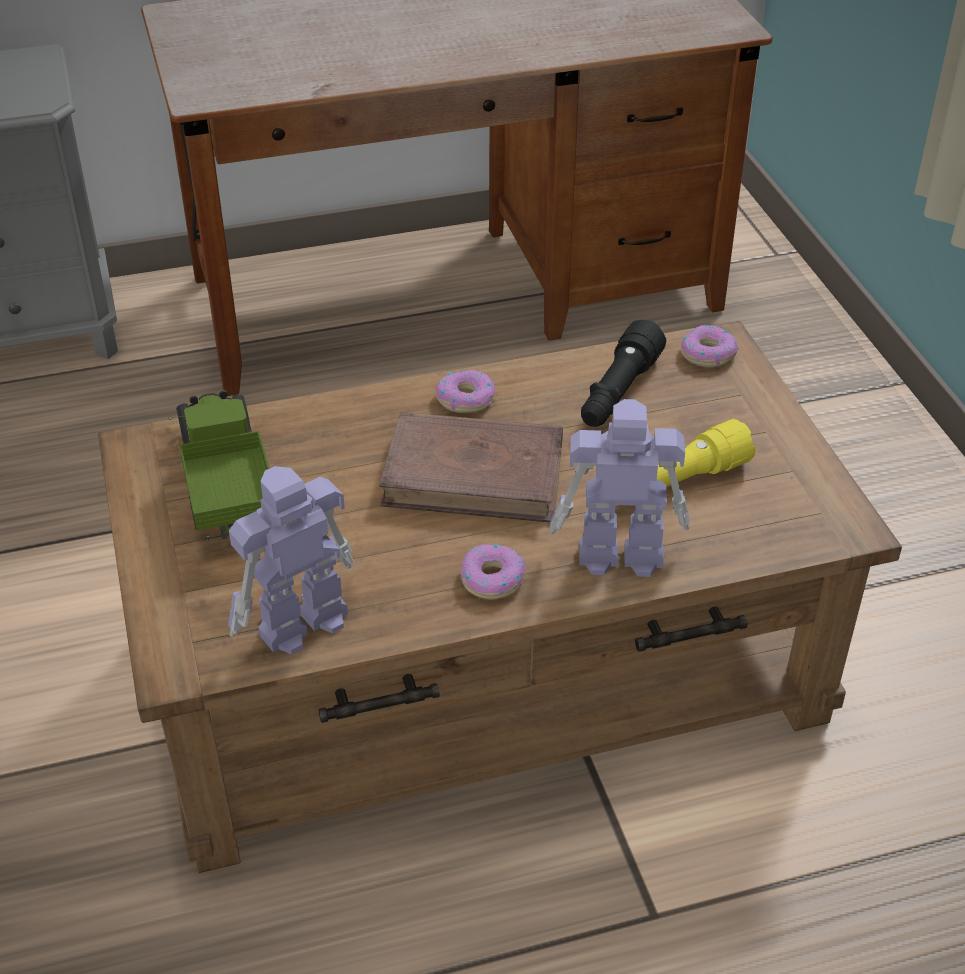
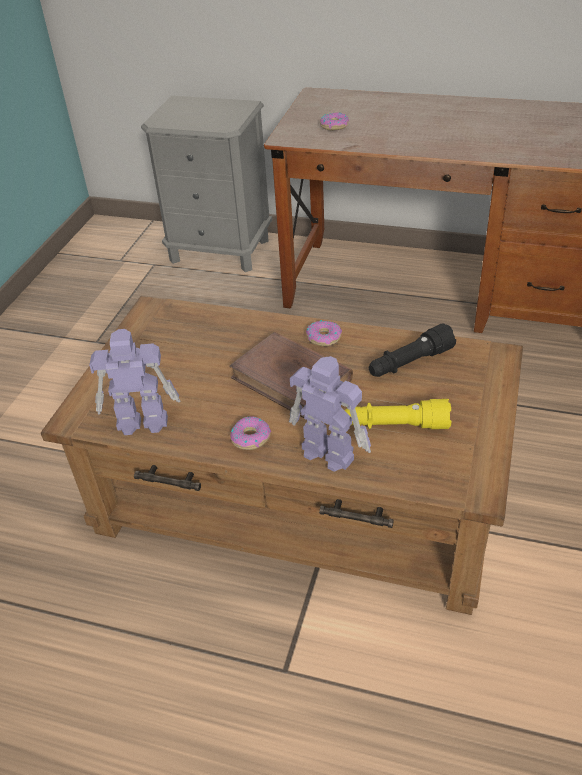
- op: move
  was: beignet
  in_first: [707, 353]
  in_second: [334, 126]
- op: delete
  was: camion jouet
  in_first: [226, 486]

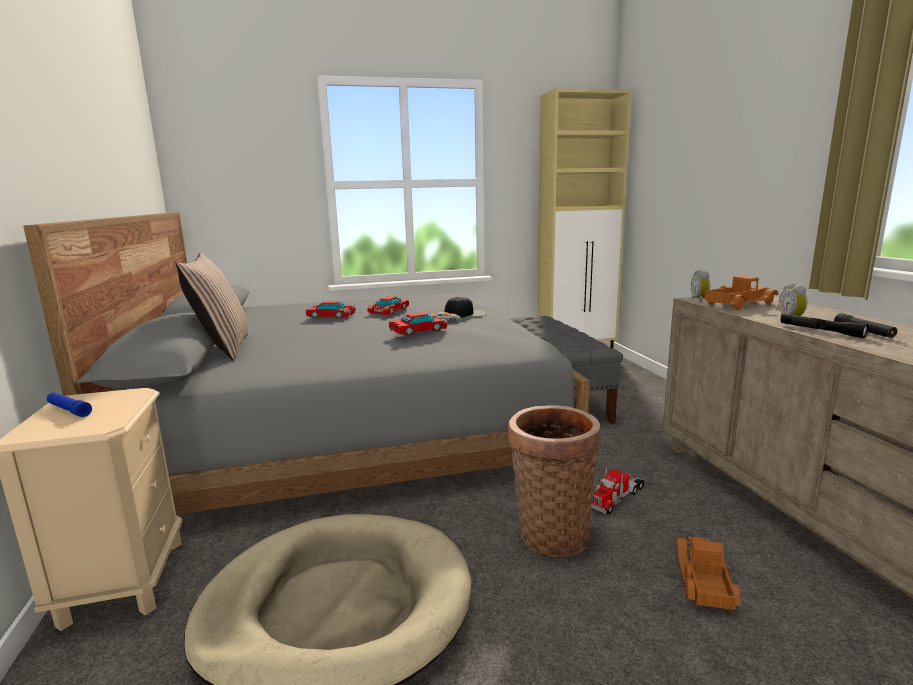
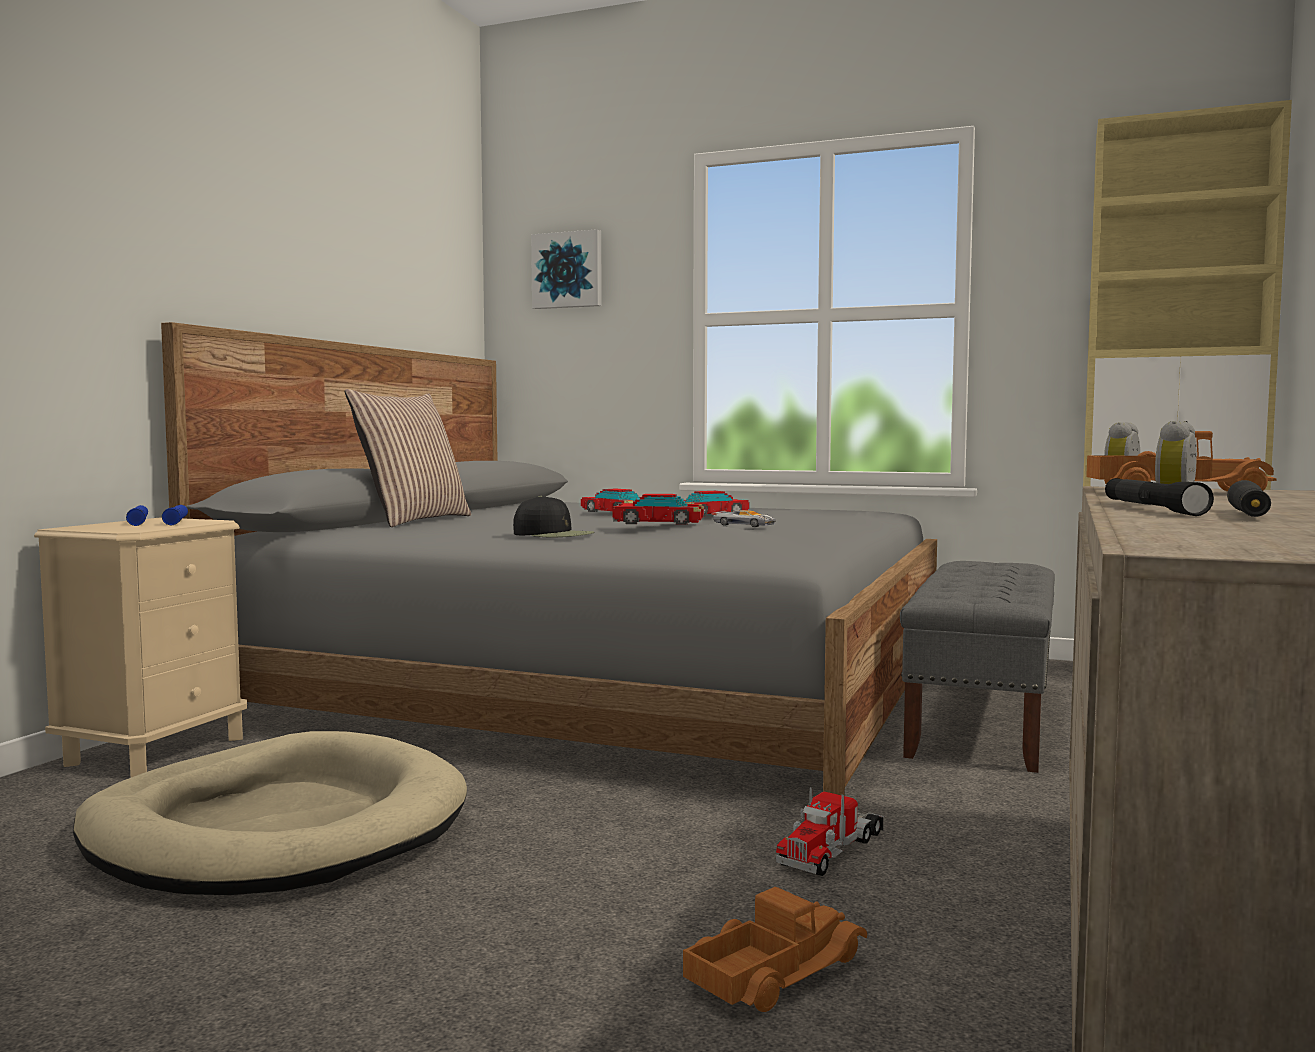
- op: move
  was: casquette (noir)
  in_first: [465, 314]
  in_second: [554, 534]
- op: delete
  was: panier
  in_first: [550, 532]
- op: rotate
  was: camion jouet
  in_first: [616, 497]
  in_second: [832, 849]
  clockwise: -45
- op: insert
  now: tableau
  in_second: [568, 270]
- op: insert
  now: lampe de poche (bleu)
  in_second: [176, 522]

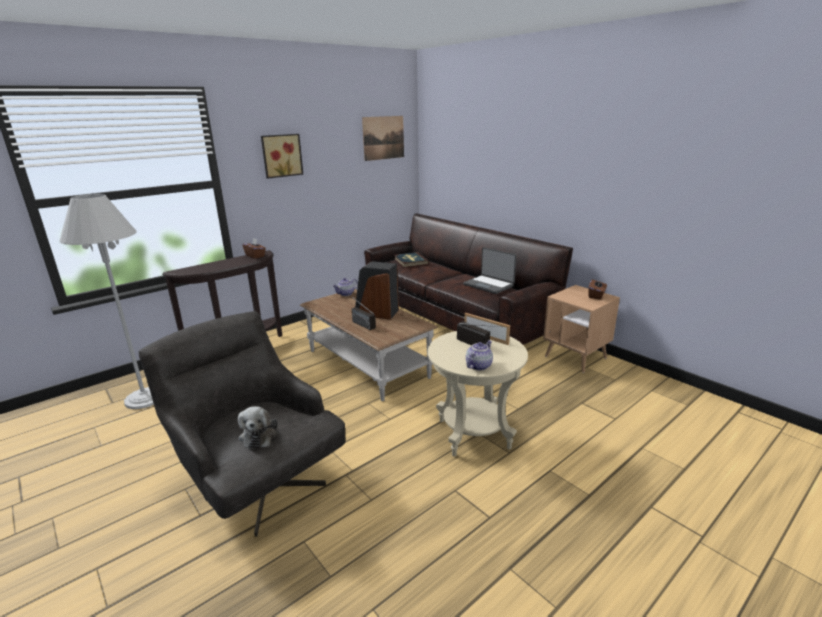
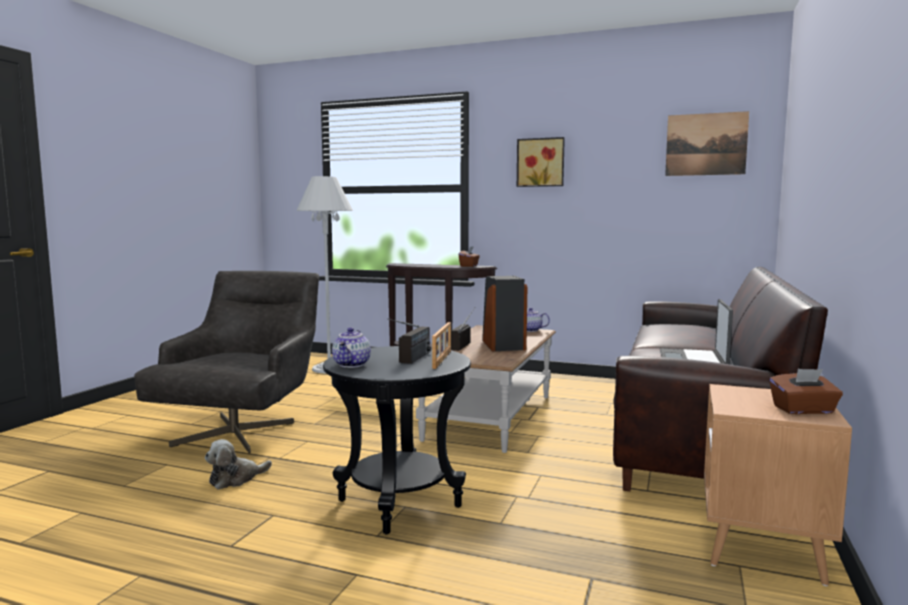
- op: delete
  was: livre
  in_first: [410, 261]
- op: recolor
  was: table d'appoint (beige)
  now: table d'appoint (noir)
  in_first: [473, 434]
  in_second: [399, 504]
- op: rotate
  was: théière
  in_first: [478, 365]
  in_second: [352, 364]
  clockwise: 90
- op: move
  was: peluche
  in_first: [259, 435]
  in_second: [235, 479]

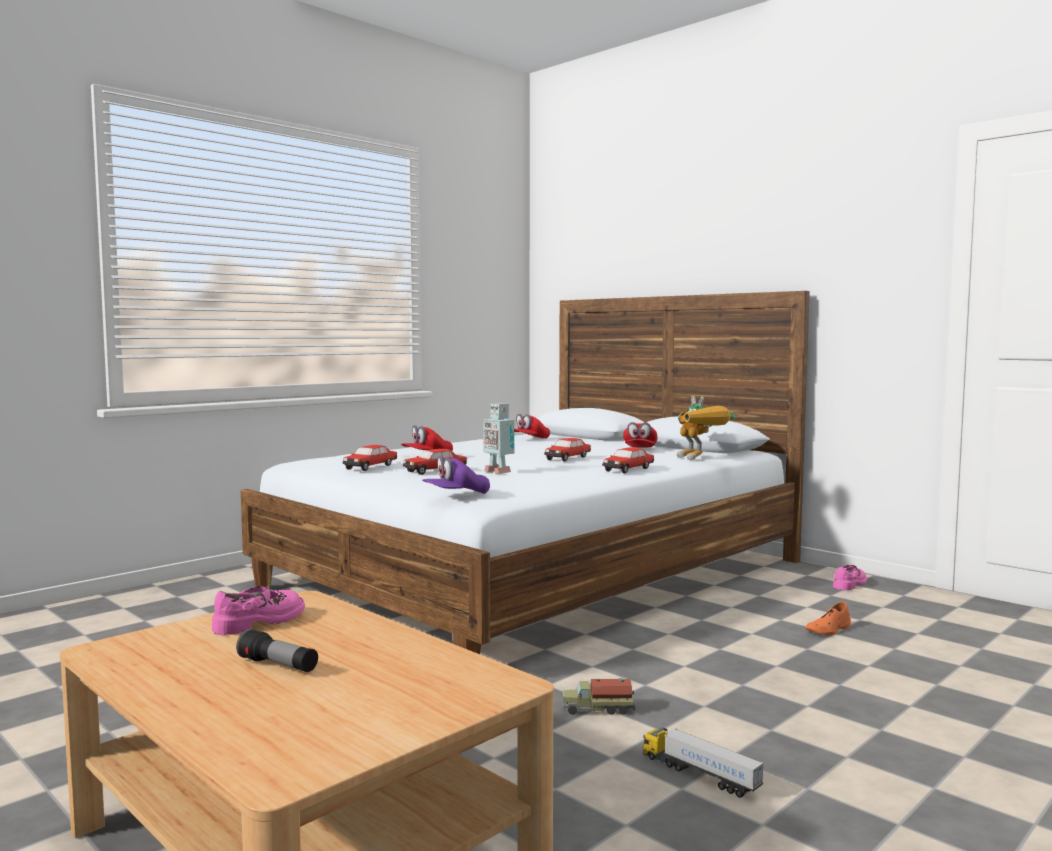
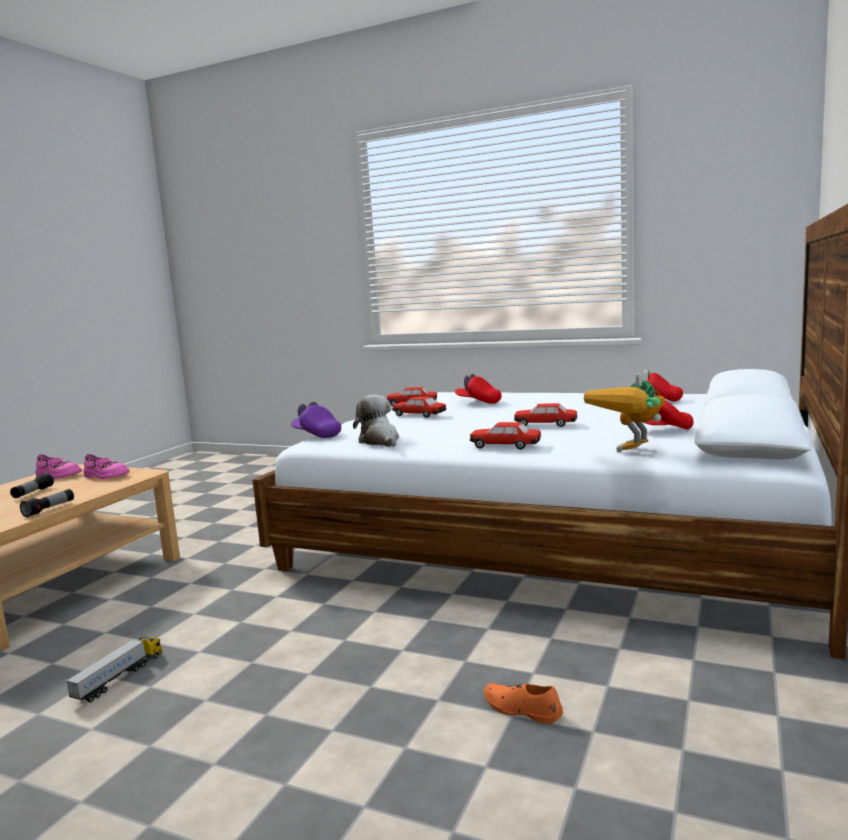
- op: delete
  was: robot jouet
  in_first: [498, 472]
- op: move
  was: chaussure (rose)
  in_first: [850, 584]
  in_second: [58, 476]
- op: delete
  was: camion jouet
  in_first: [597, 709]
- op: insert
  now: peluche
  in_second: [380, 441]
- op: insert
  now: lampe de poche
  in_second: [49, 509]

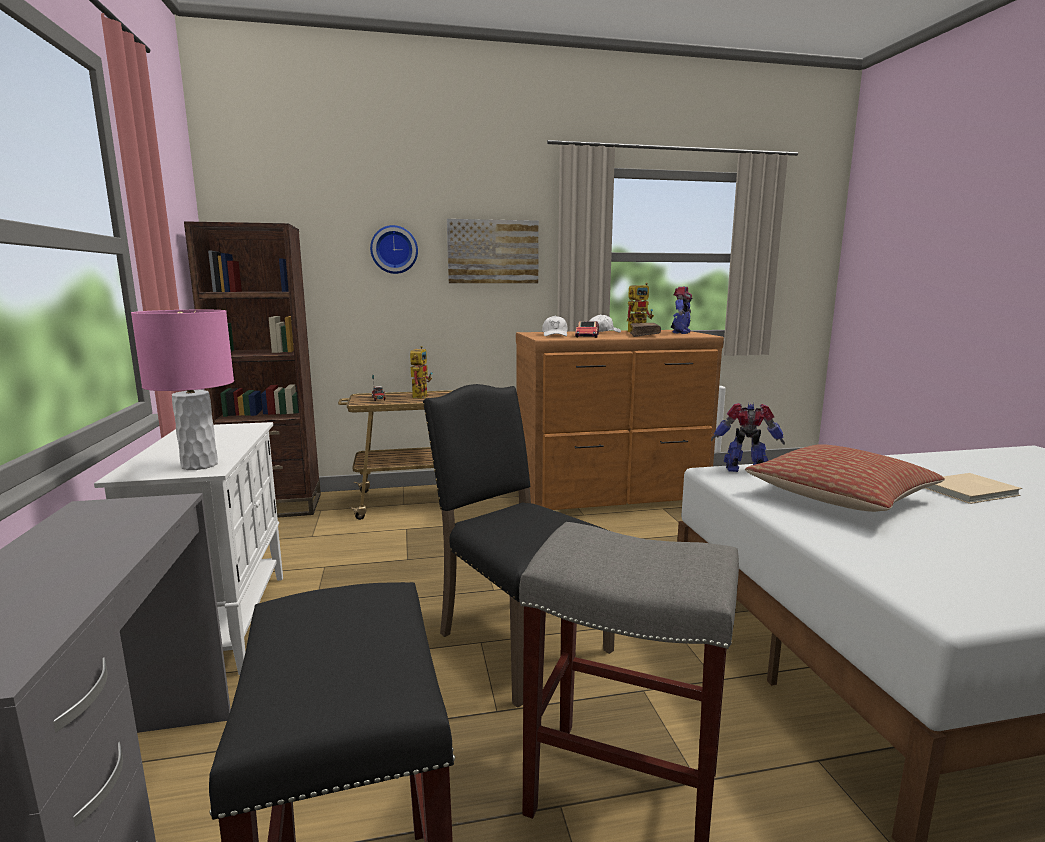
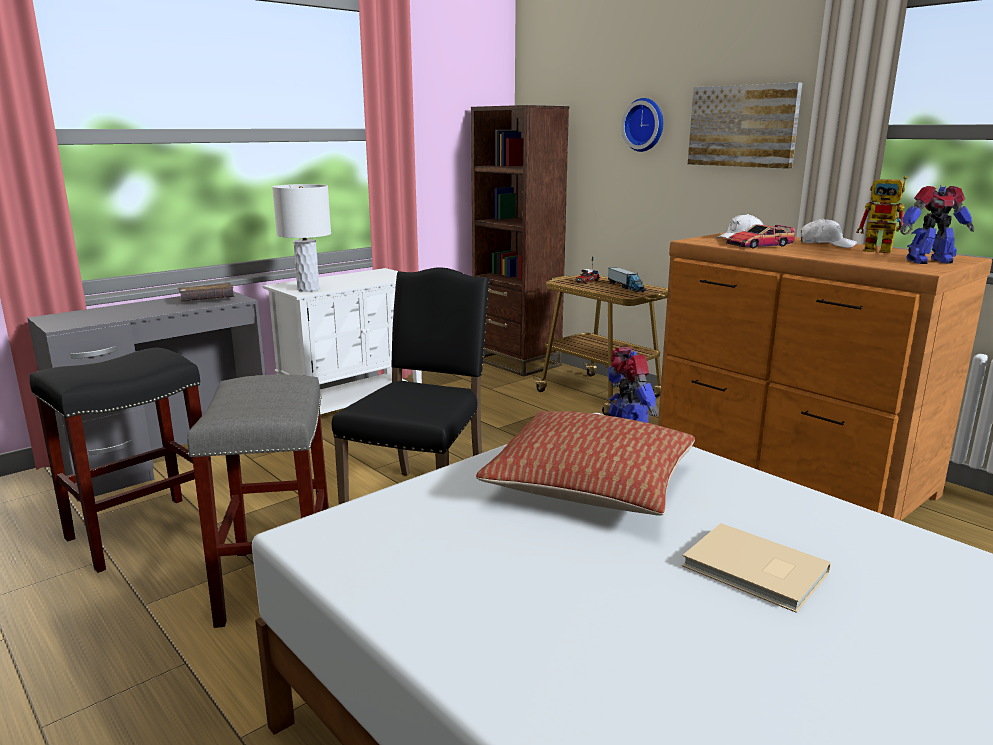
- op: recolor
  was: lampe de table (rose)
  now: lampe de table (blanc)
  in_first: [199, 465]
  in_second: [308, 289]
- op: move
  was: livre (marron)
  in_first: [644, 335]
  in_second: [207, 300]
- op: replace
  was: robot jouet
  now: camion jouet
  in_first: [420, 395]
  in_second: [626, 287]

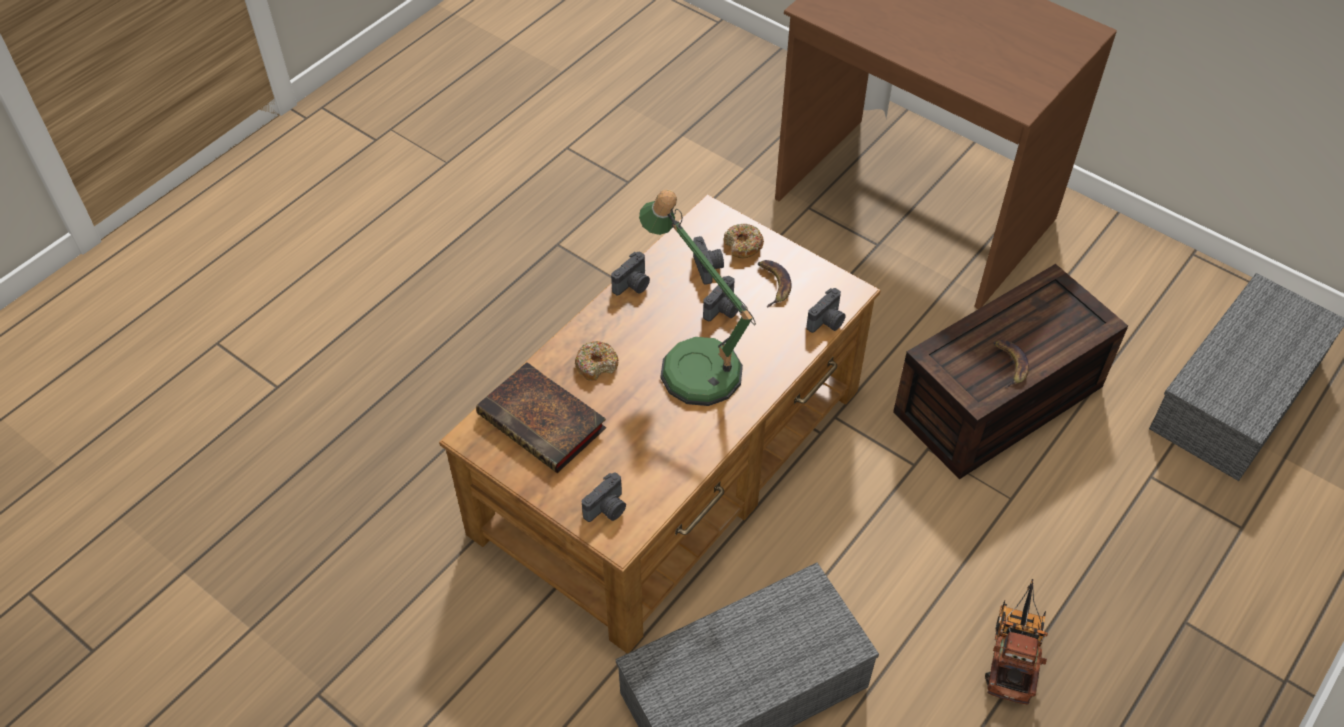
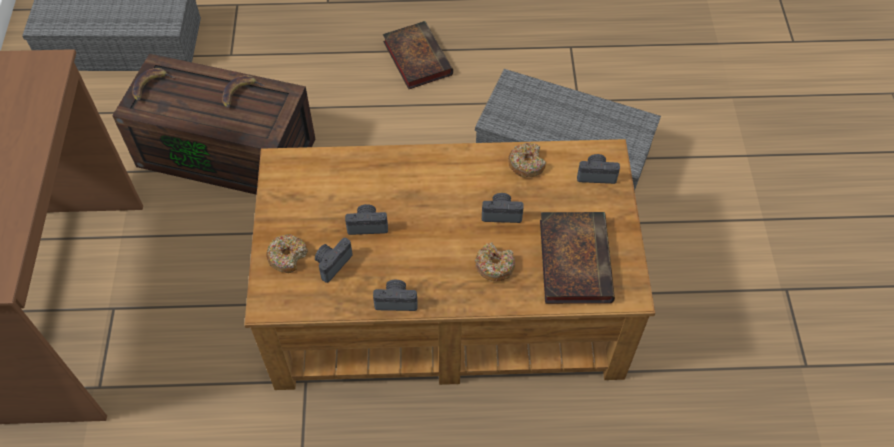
- op: delete
  was: lampe de table
  in_first: [694, 361]
- op: move
  was: banane
  in_first: [773, 284]
  in_second: [150, 86]
- op: move
  was: appareil photo
  in_first: [827, 322]
  in_second: [501, 213]
- op: replace
  was: camion jouet
  now: livre
  in_first: [1014, 651]
  in_second: [416, 57]
- op: insert
  now: beignet
  in_second: [526, 164]

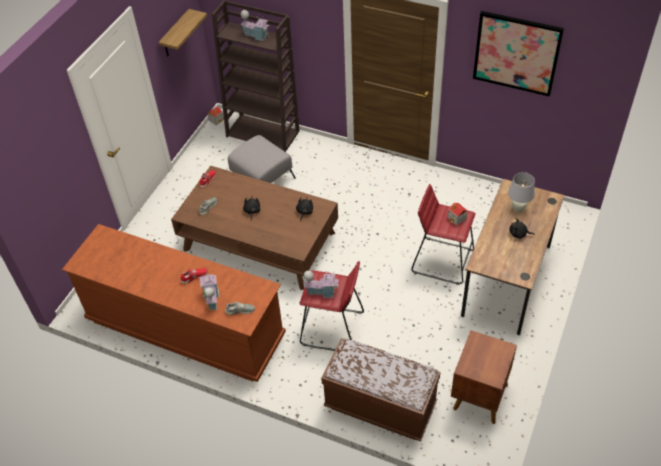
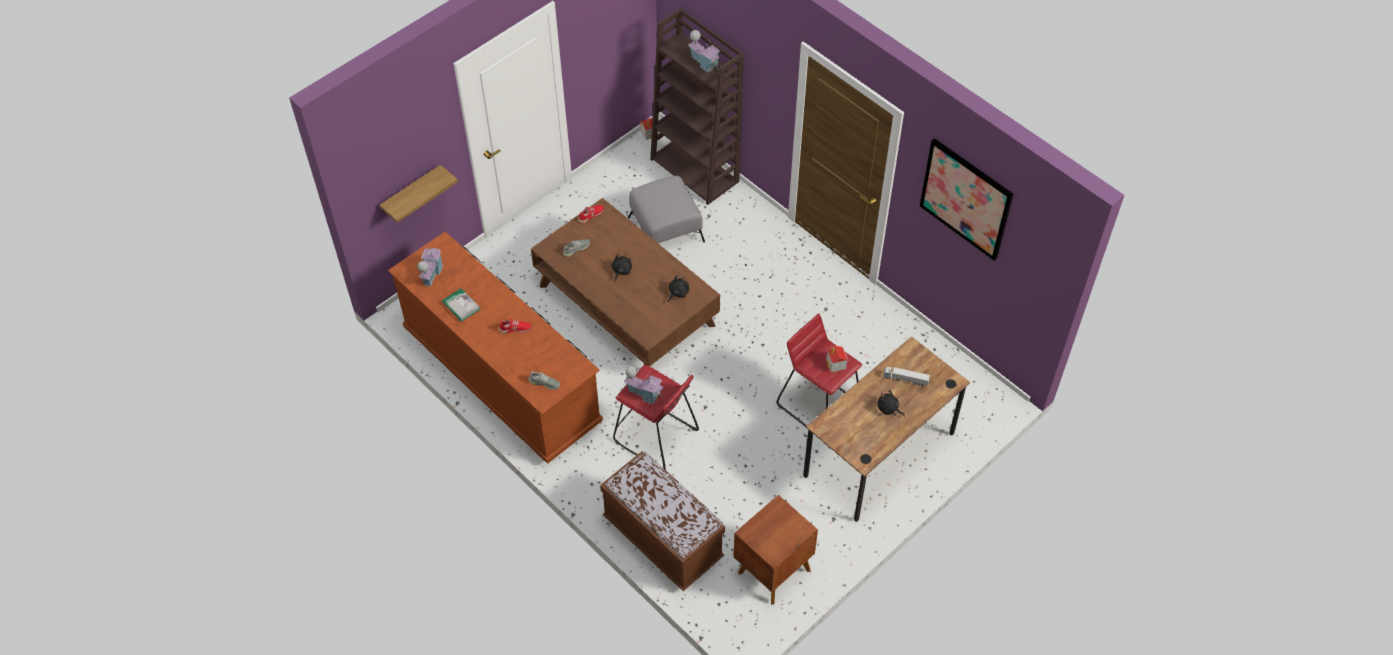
- op: move
  was: étagère
  in_first: [175, 34]
  in_second: [412, 193]
- op: replace
  was: lampe de table (blanc)
  now: camion jouet
  in_first: [518, 209]
  in_second: [905, 379]
- op: move
  was: maison miniature
  in_first: [211, 298]
  in_second: [431, 274]
- op: insert
  now: livre
  in_second: [461, 306]

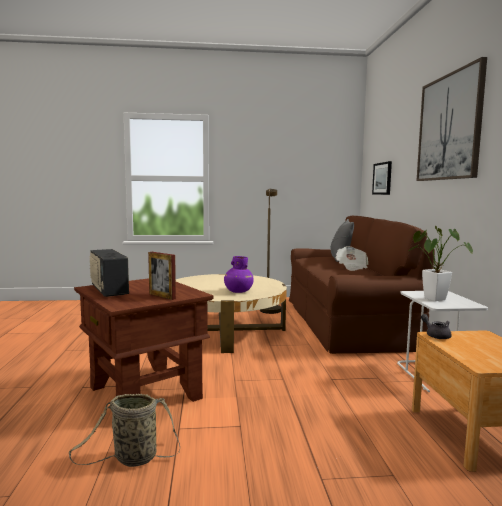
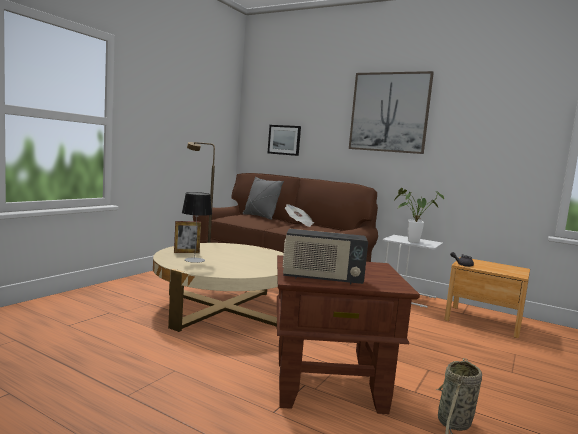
- op: move
  was: cadre photo
  in_first: [162, 296]
  in_second: [186, 252]
- op: delete
  was: vase (violet)
  in_first: [238, 291]
- op: insert
  now: lampe de table
  in_second: [194, 260]

